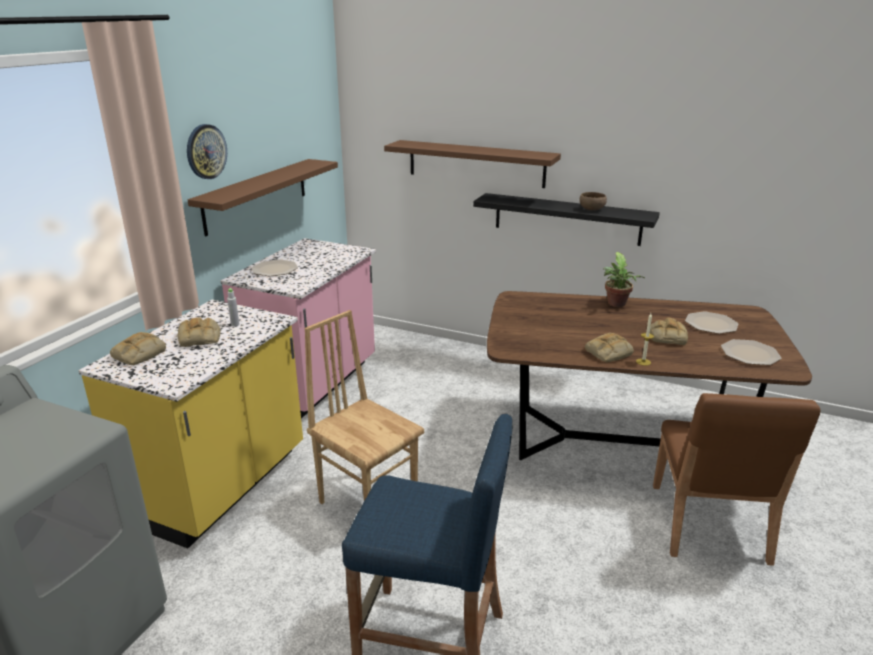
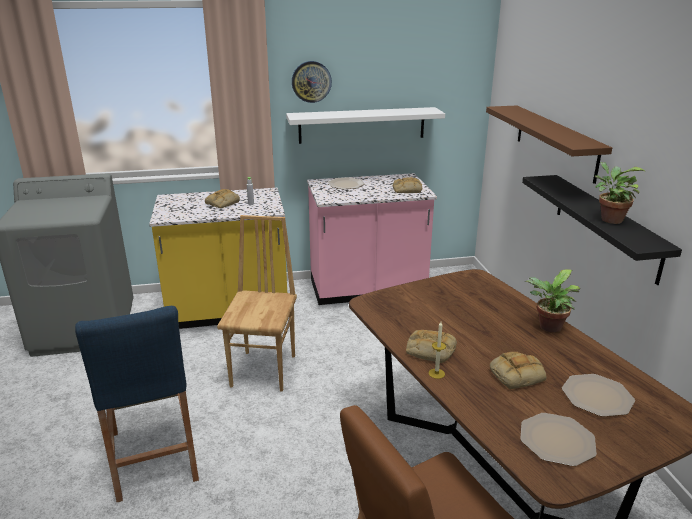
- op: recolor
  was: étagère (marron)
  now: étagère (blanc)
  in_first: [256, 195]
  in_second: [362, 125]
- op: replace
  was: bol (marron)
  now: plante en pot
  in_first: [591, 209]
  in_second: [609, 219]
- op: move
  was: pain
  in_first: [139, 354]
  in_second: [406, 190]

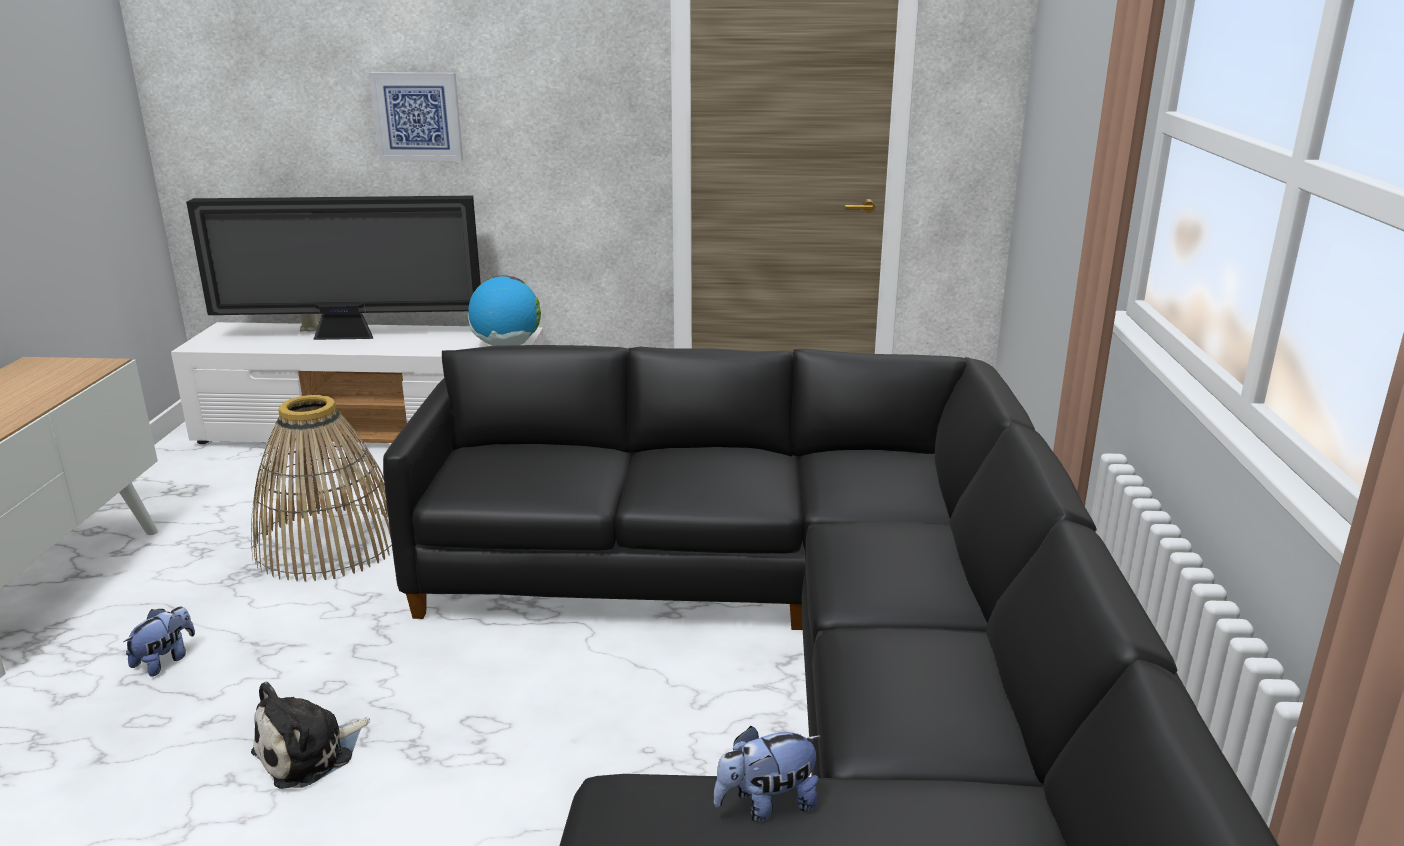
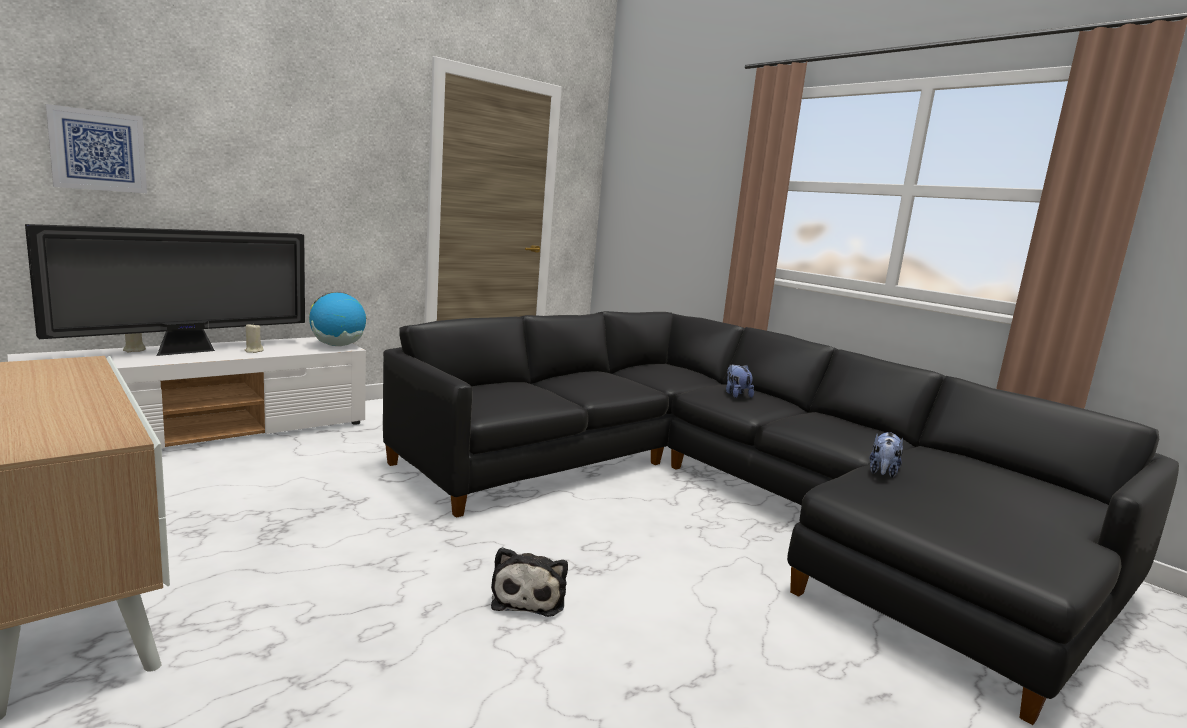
- op: move
  was: tableau
  in_first: [417, 116]
  in_second: [98, 150]
- op: delete
  was: panier
  in_first: [329, 544]
- op: move
  was: peluche
  in_first: [165, 660]
  in_second: [736, 395]
- op: insert
  now: bougie (beige)
  in_second: [254, 351]

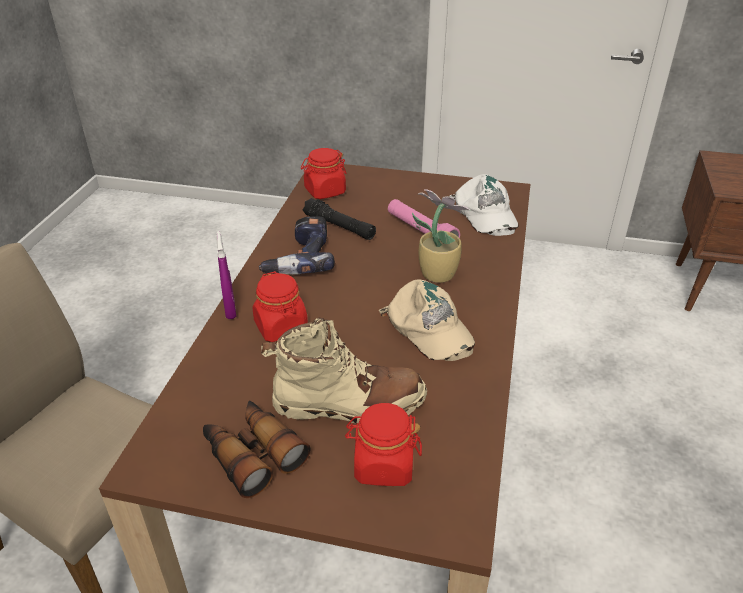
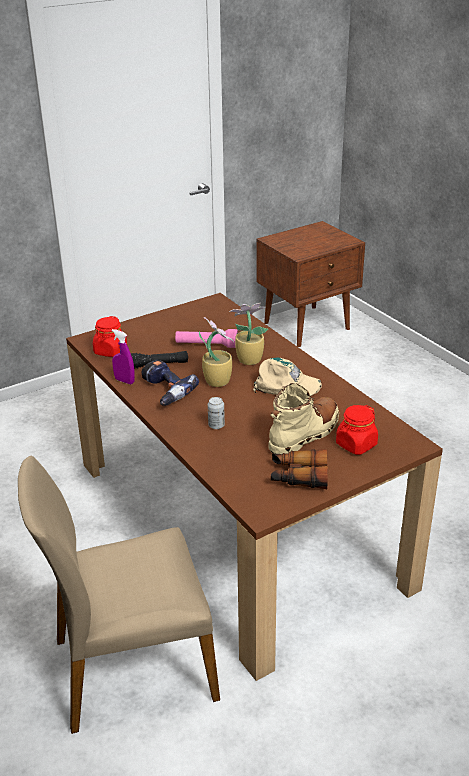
- op: delete
  was: casquette (blanc)
  in_first: [485, 213]
- op: move
  was: vaporisateur (violet)
  in_first: [230, 310]
  in_second: [124, 381]
- op: replace
  was: bocal (rouge)
  now: boîte métallique
  in_first: [281, 327]
  in_second: [216, 425]
- op: insert
  now: plante en pot
  in_second: [217, 380]

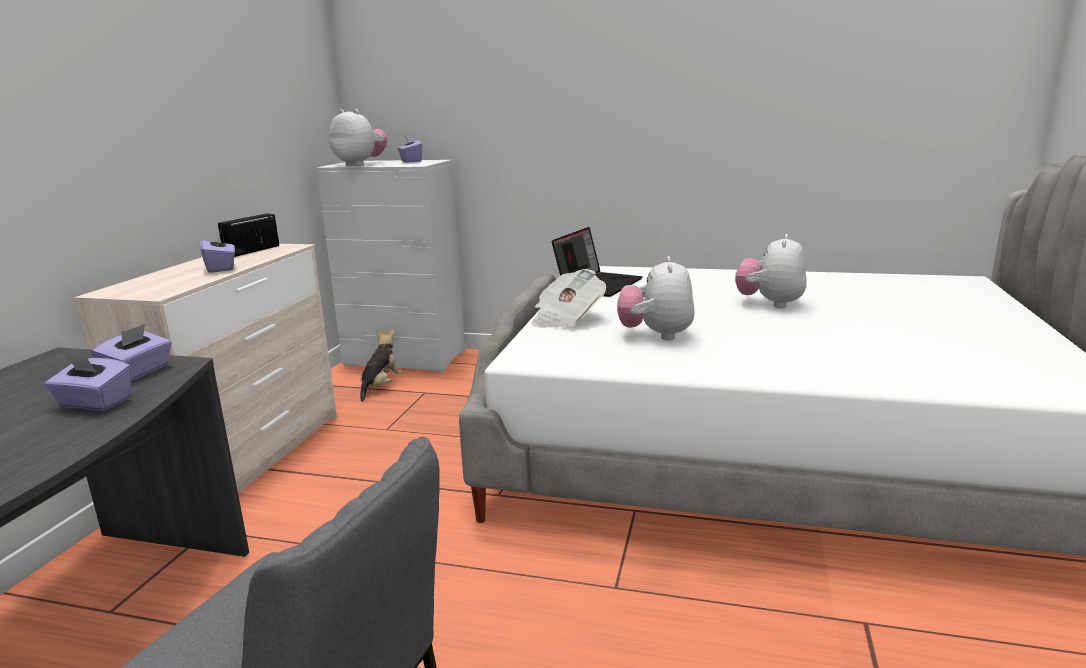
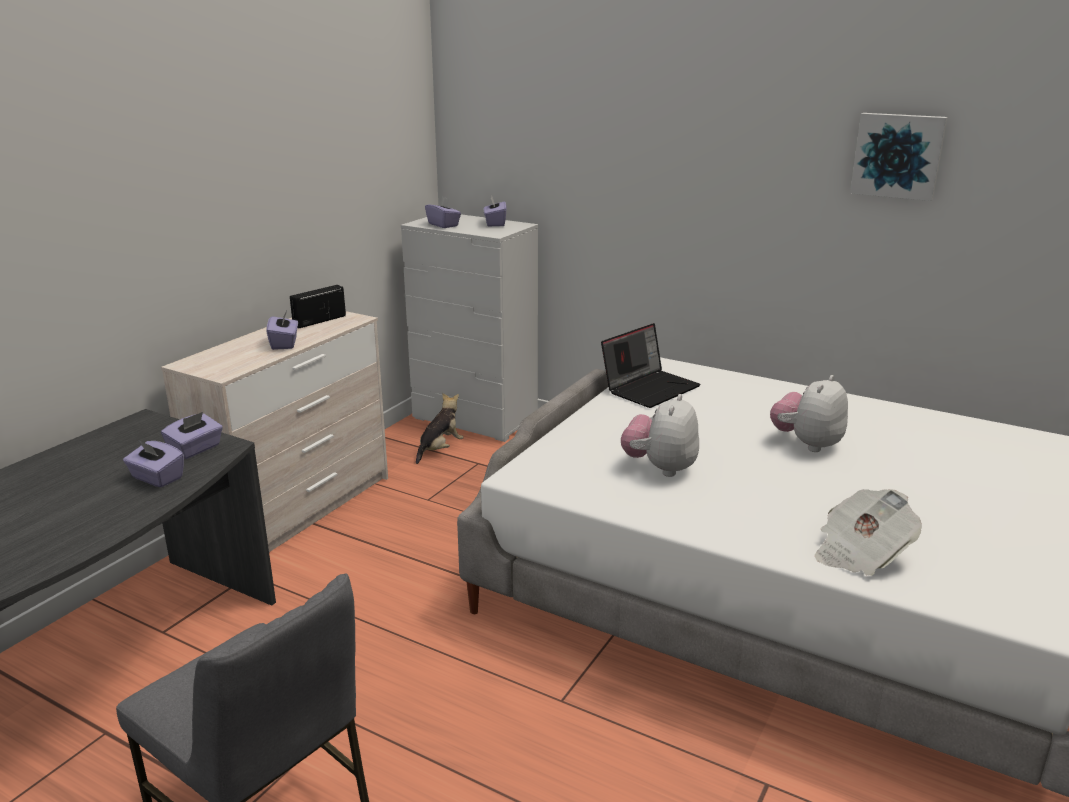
- op: replace
  was: peluche
  now: boîte à mouchoirs (violet)
  in_first: [360, 164]
  in_second: [443, 225]
- op: move
  was: journal
  in_first: [566, 319]
  in_second: [860, 553]
- op: insert
  now: tableau
  in_second: [897, 155]

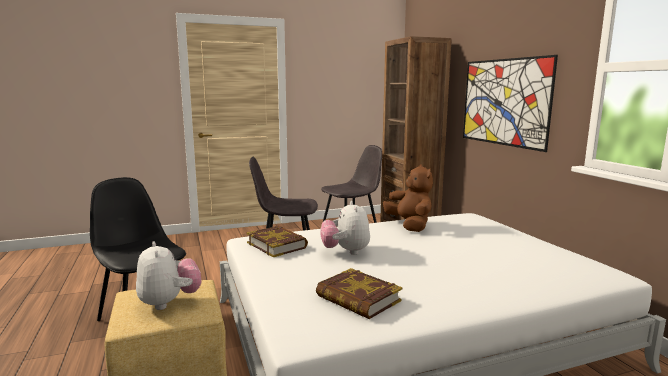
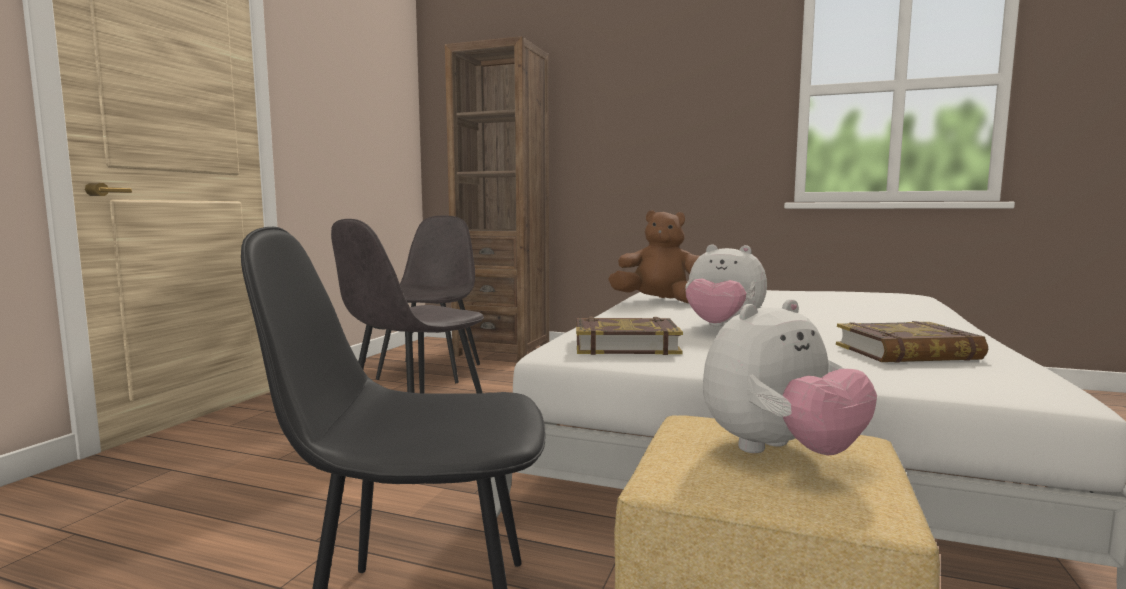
- op: delete
  was: tableau
  in_first: [504, 102]
- op: rotate
  was: peluche
  in_first: [169, 302]
  in_second: [780, 452]
  clockwise: 135

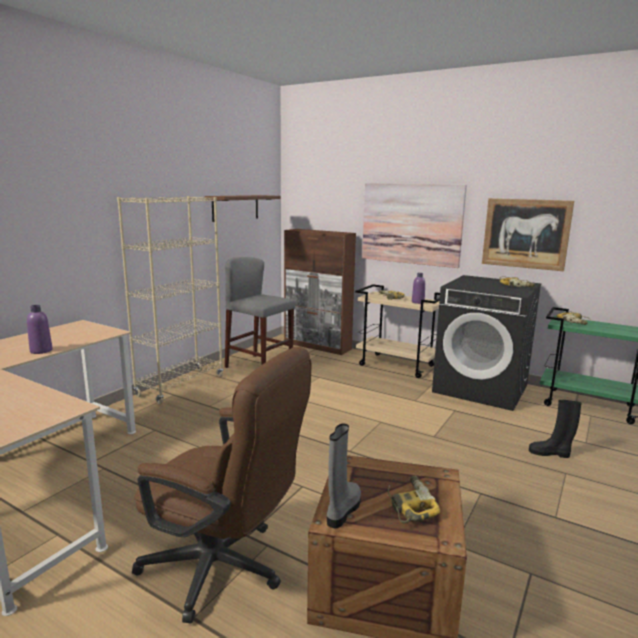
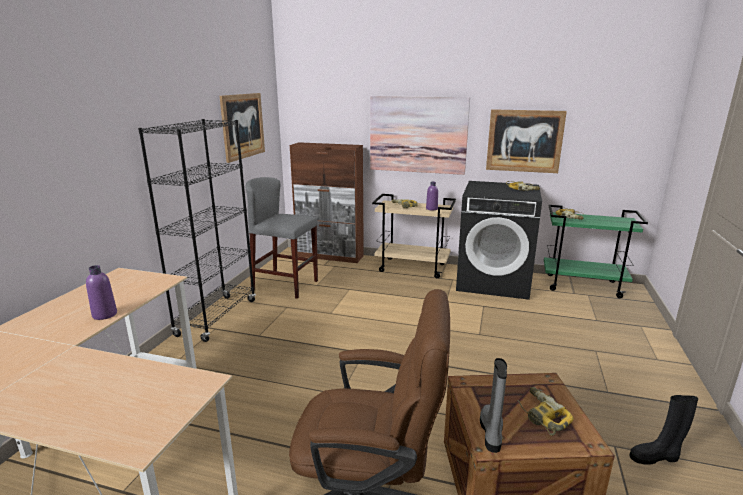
- op: replace
  was: étagère (marron)
  now: tableau
  in_first: [235, 207]
  in_second: [243, 126]
- op: recolor
  was: bibliothèque (beige)
  now: bibliothèque (noir)
  in_first: [181, 386]
  in_second: [217, 318]
- op: move
  was: botte (noir)
  in_first: [550, 453]
  in_second: [655, 457]

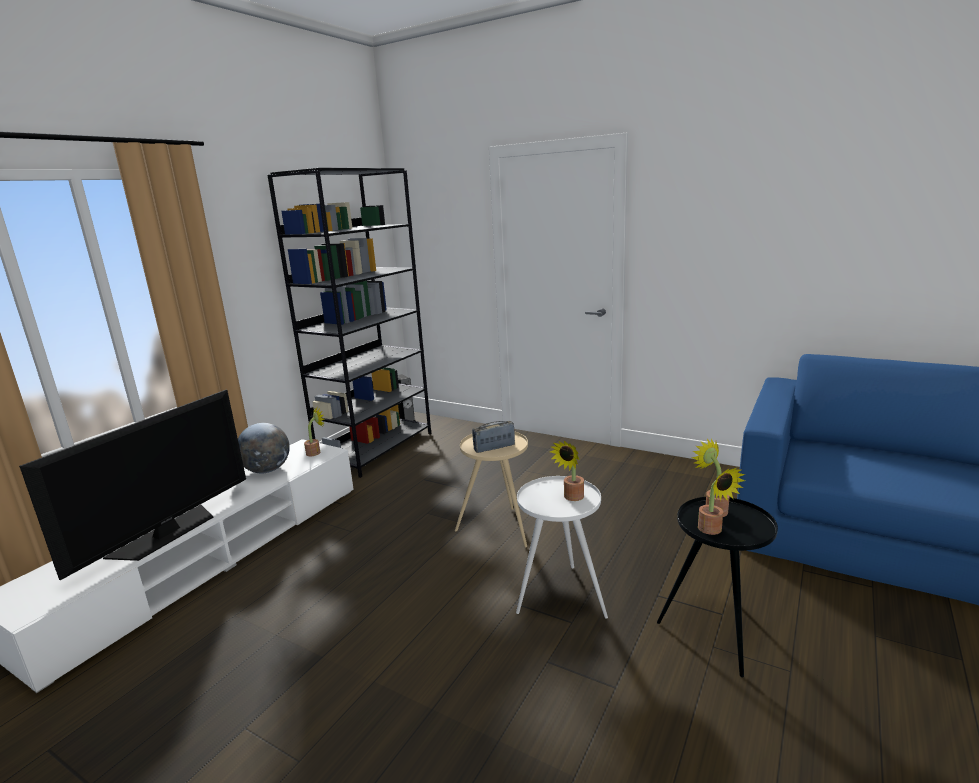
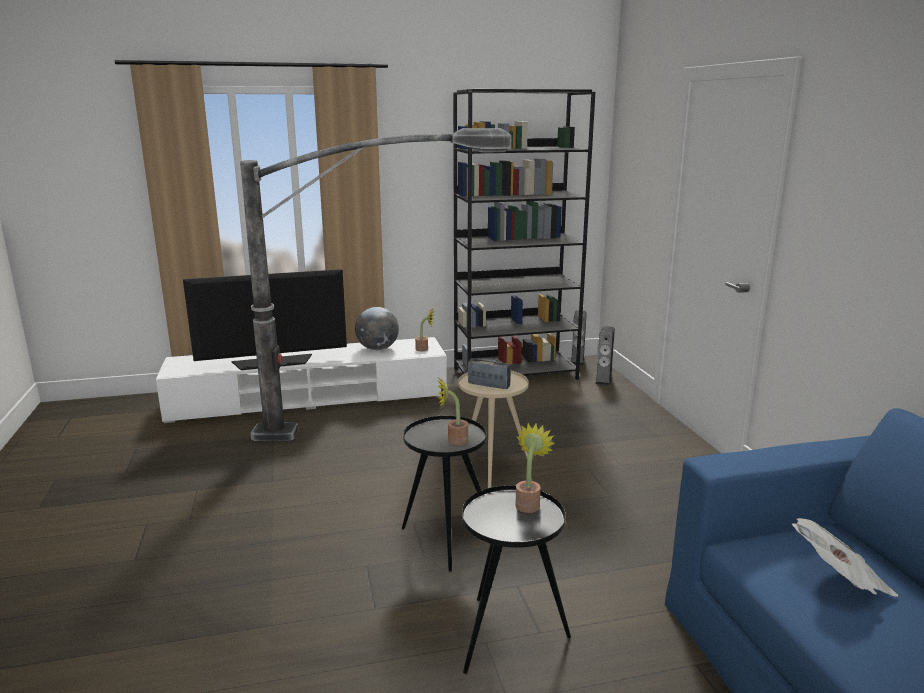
- op: delete
  was: plante en pot
  in_first: [713, 531]
- op: recolor
  was: table d'appoint (blanc)
  now: table d'appoint (noir)
  in_first: [560, 598]
  in_second: [446, 539]
- op: insert
  now: lampadaire
  in_second: [379, 434]
- op: insert
  now: enceinte
  in_second: [603, 381]
- op: insert
  now: journal
  in_second: [839, 580]

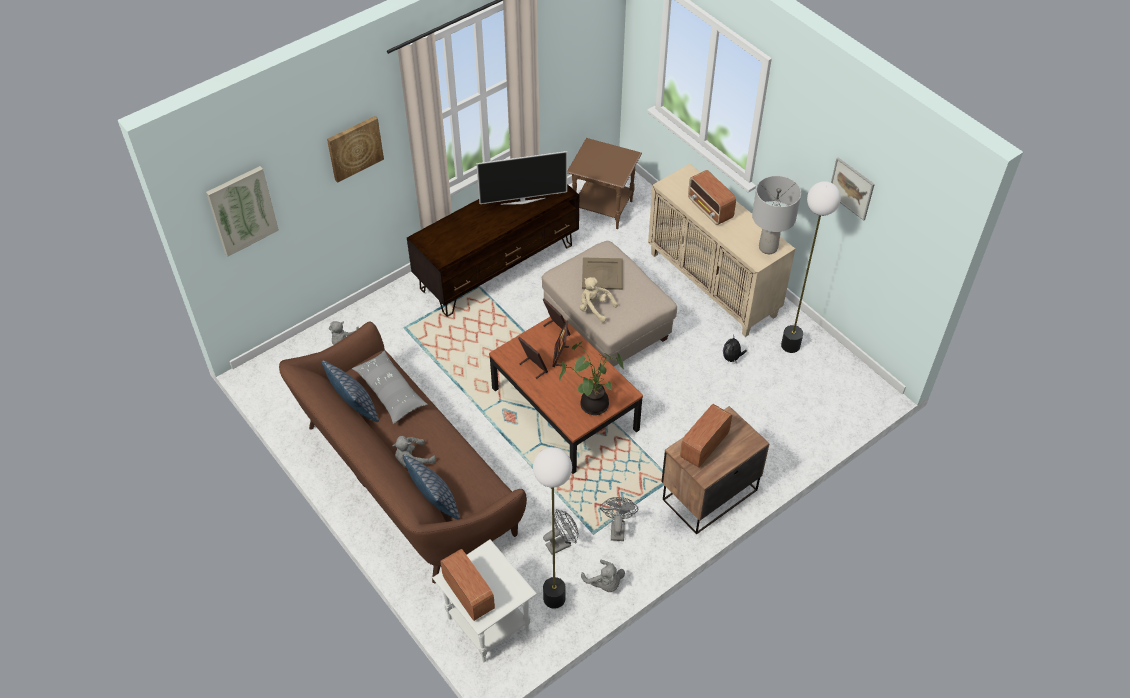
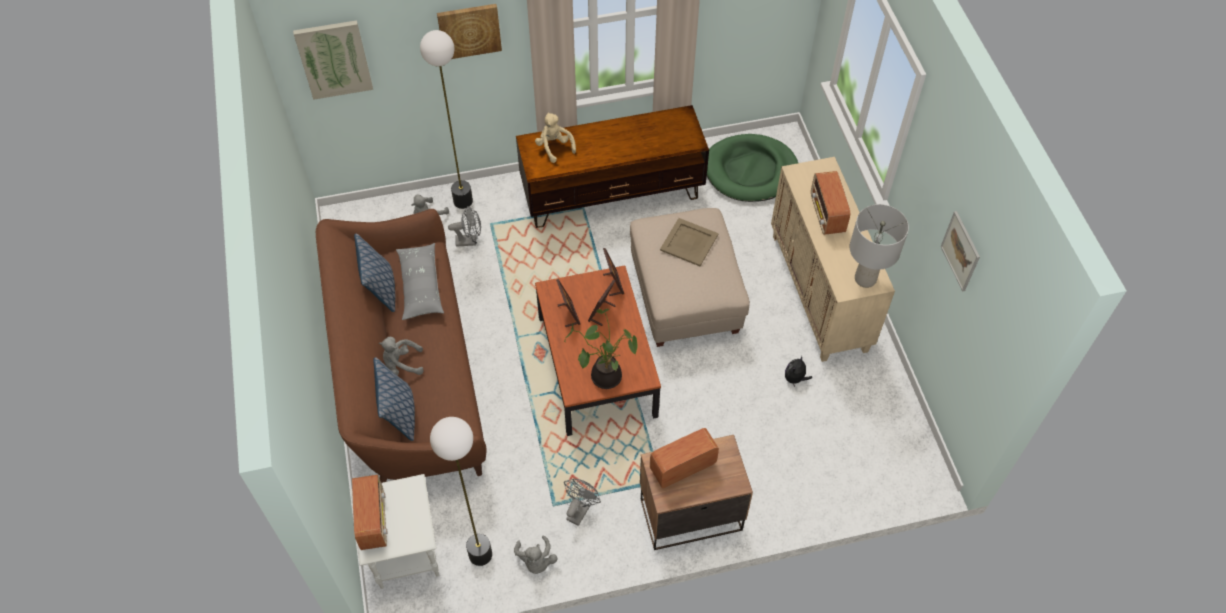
- op: replace
  was: table d'appoint (marron)
  now: panier pour chien (vert)
  in_first: [603, 209]
  in_second: [750, 171]
- op: delete
  was: téléviseur
  in_first: [523, 200]
- op: move
  was: lampadaire
  in_first: [791, 345]
  in_second: [463, 201]
- op: move
  was: peluche (beige)
  in_first: [594, 308]
  in_second: [554, 147]
- op: move
  was: ventilateur (gris)
  in_first: [561, 543]
  in_second: [469, 241]

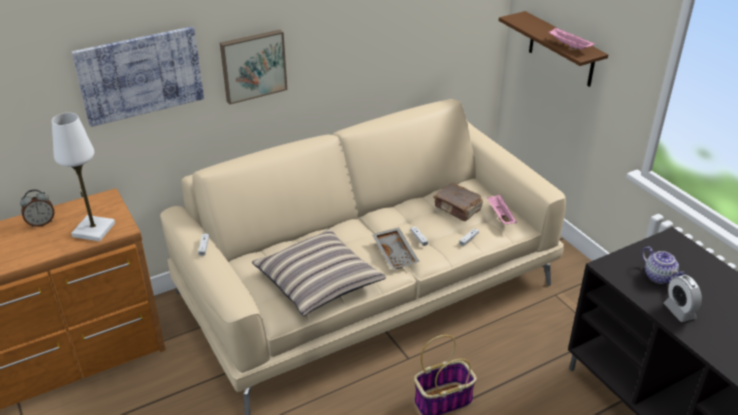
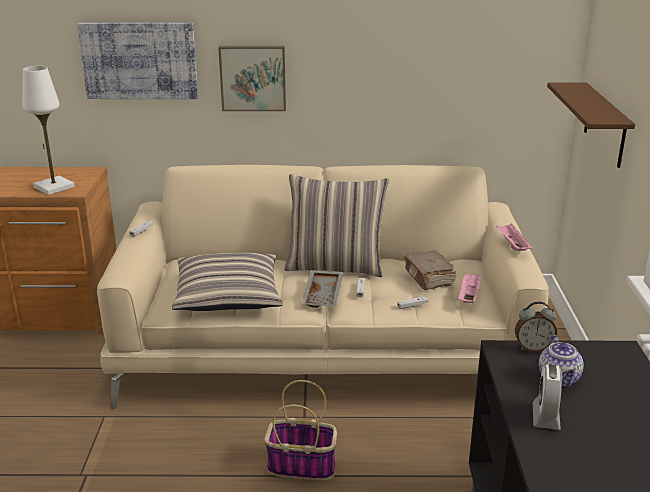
- op: move
  was: plateau (rose)
  in_first: [568, 46]
  in_second: [512, 245]
- op: move
  was: réveil
  in_first: [41, 223]
  in_second: [533, 348]
- op: insert
  now: coussin
  in_second: [336, 266]

